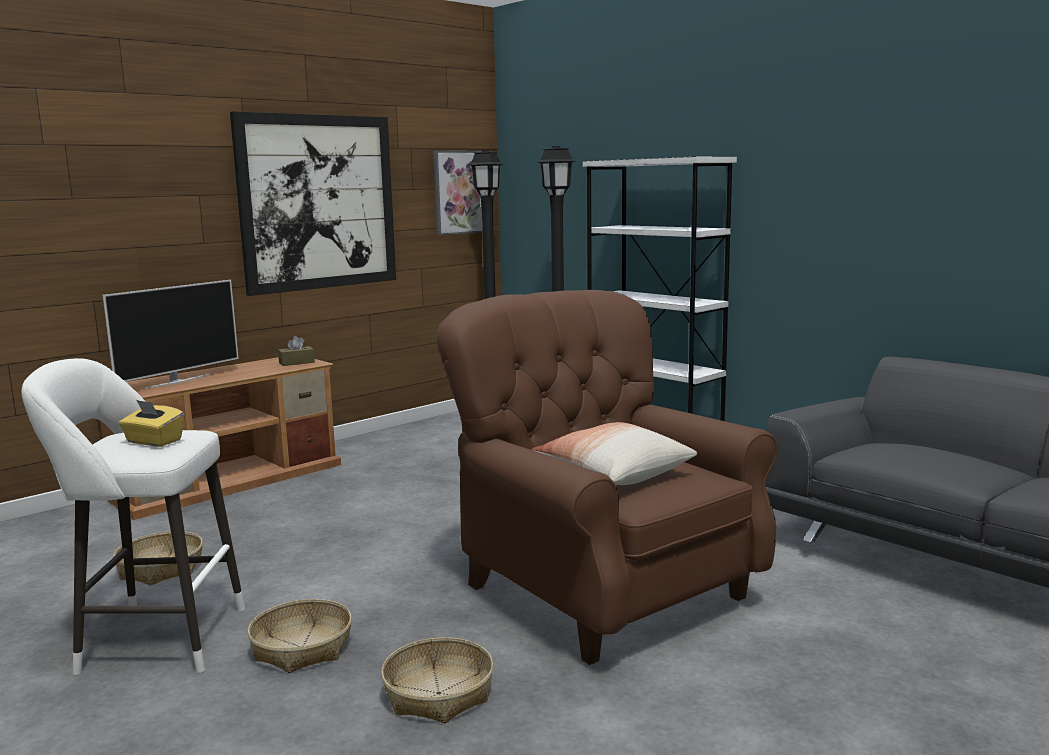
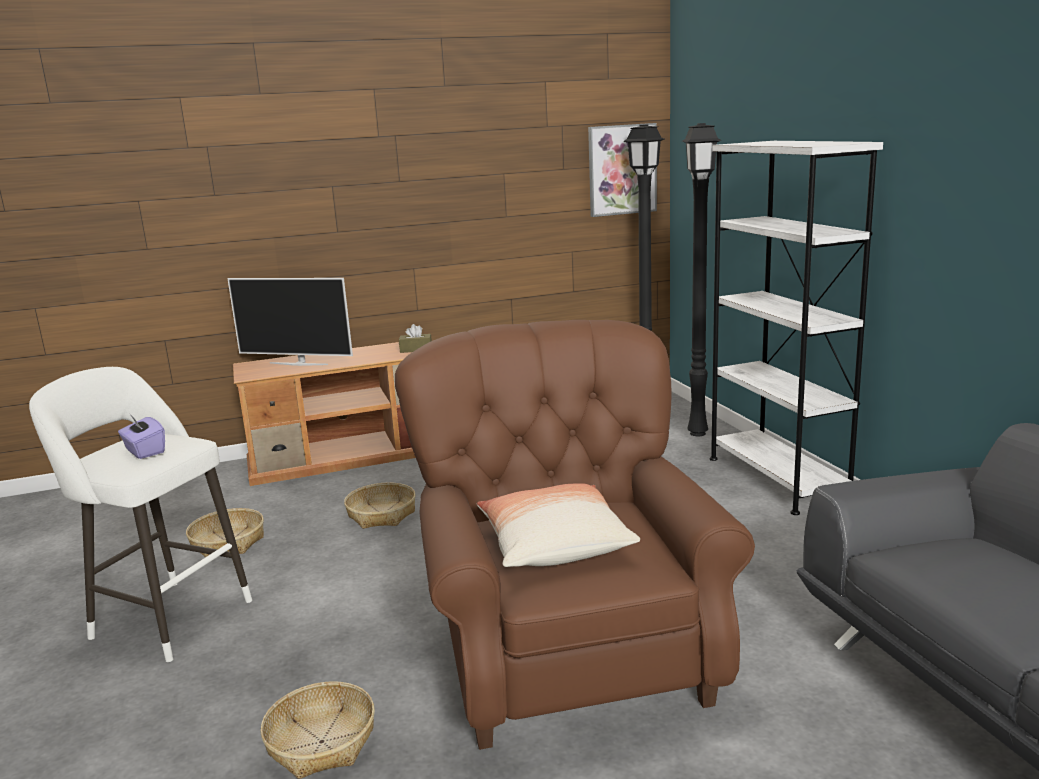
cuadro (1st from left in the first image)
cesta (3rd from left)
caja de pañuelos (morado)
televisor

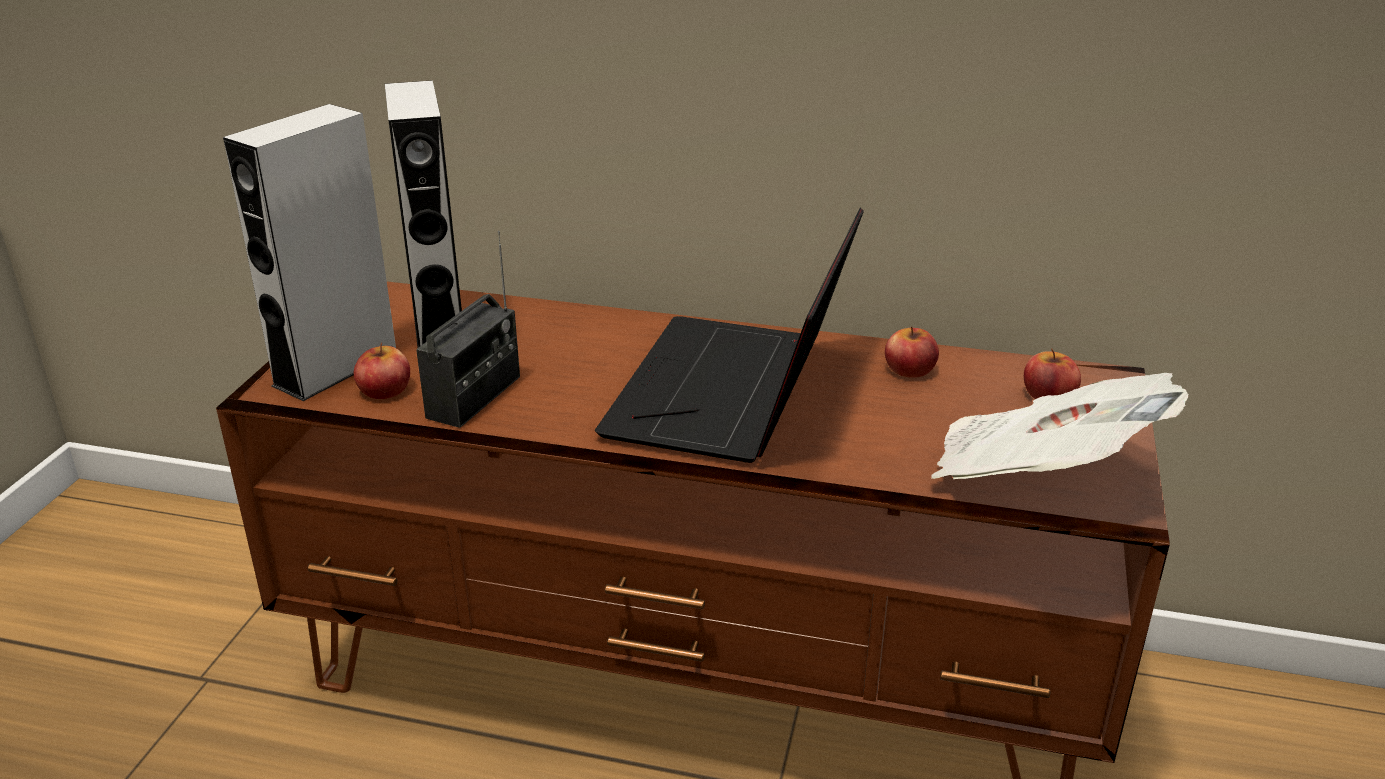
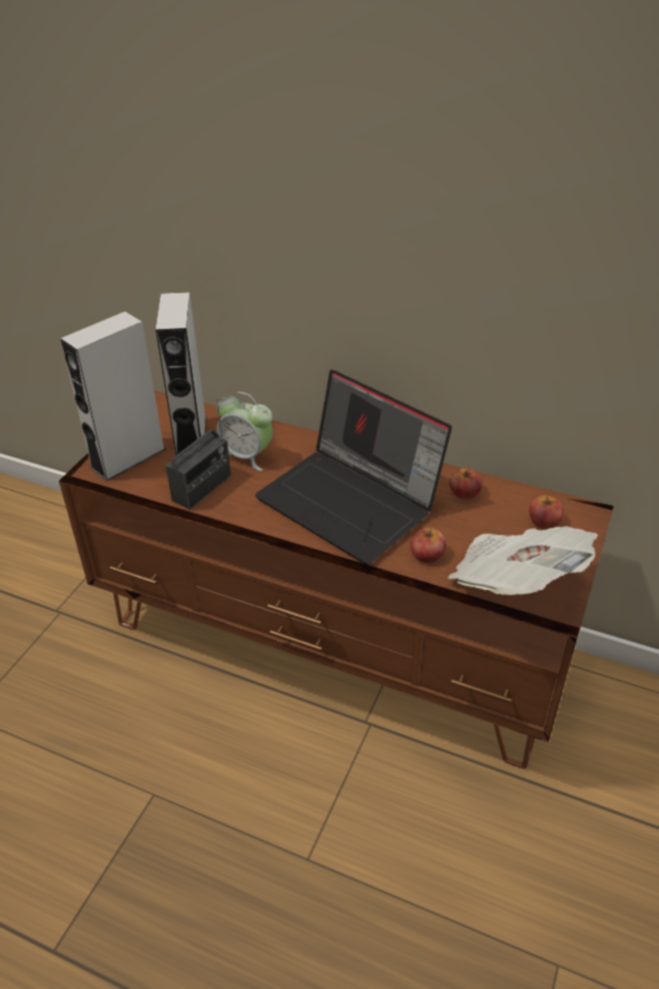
despertador
manzana (1st from left)
portátil

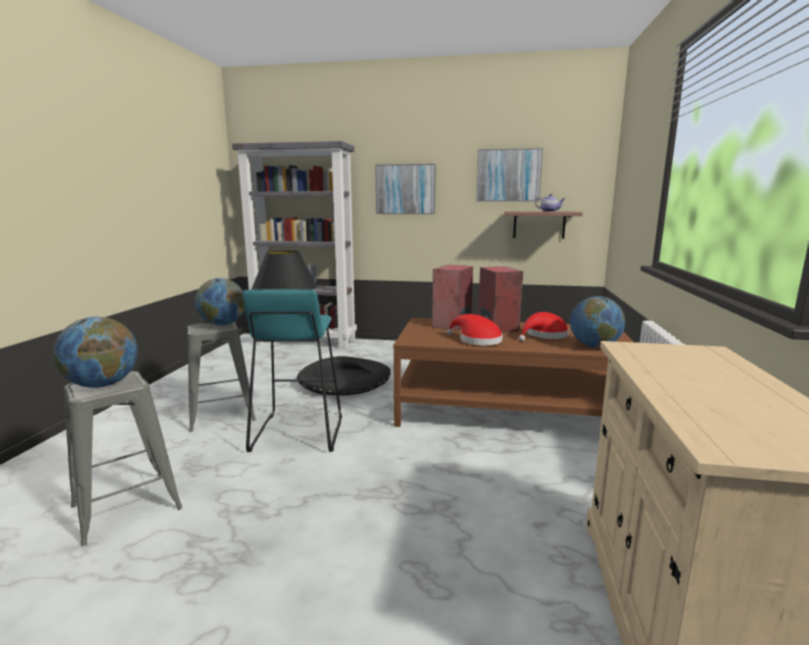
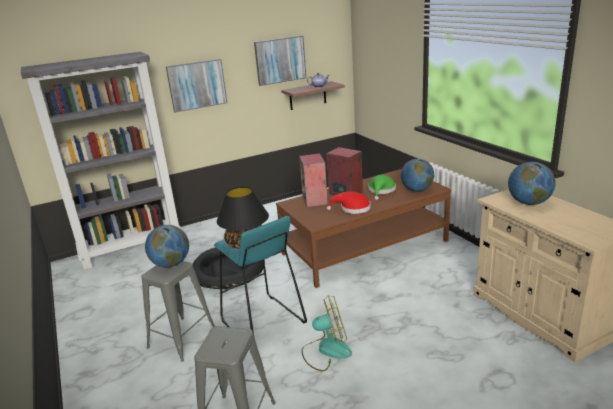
ventilador
globo terráqueo (3rd from left)
sombrero (verde)

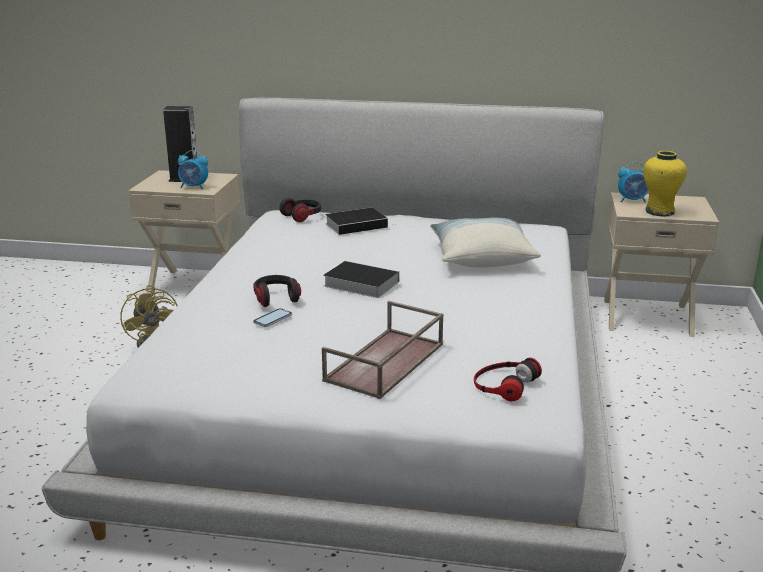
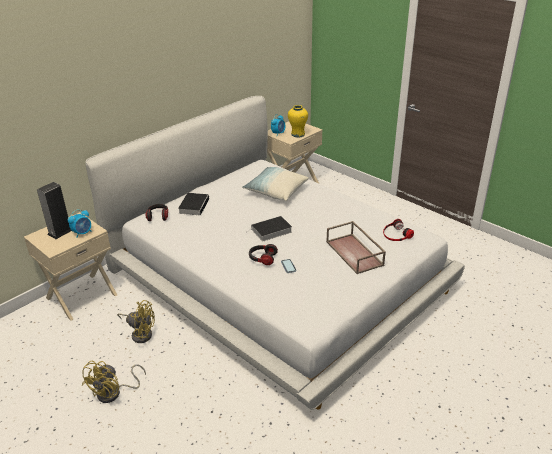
ventilador (amarillo) (1st from left)

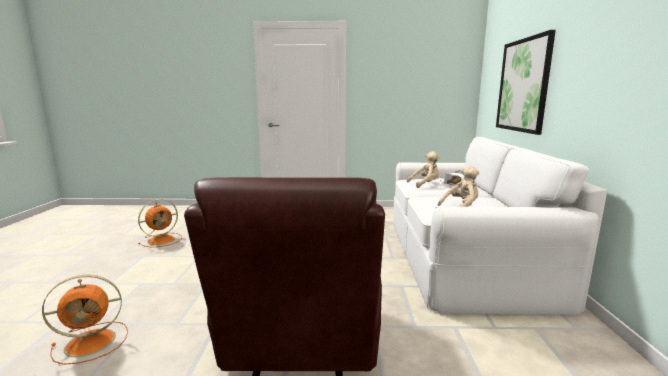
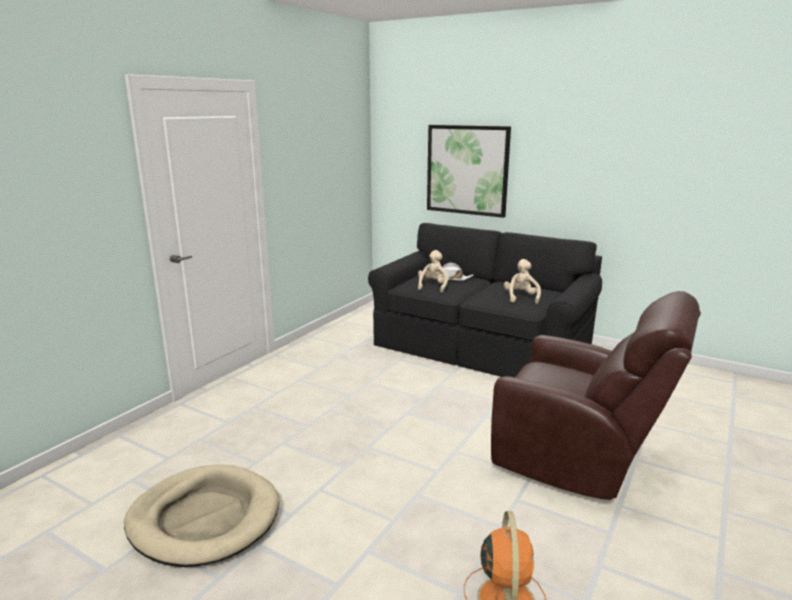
cama para perro (beis)
sofá (negro)

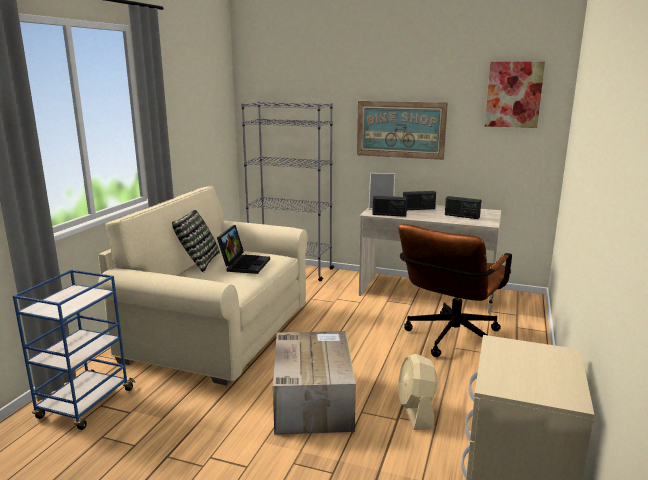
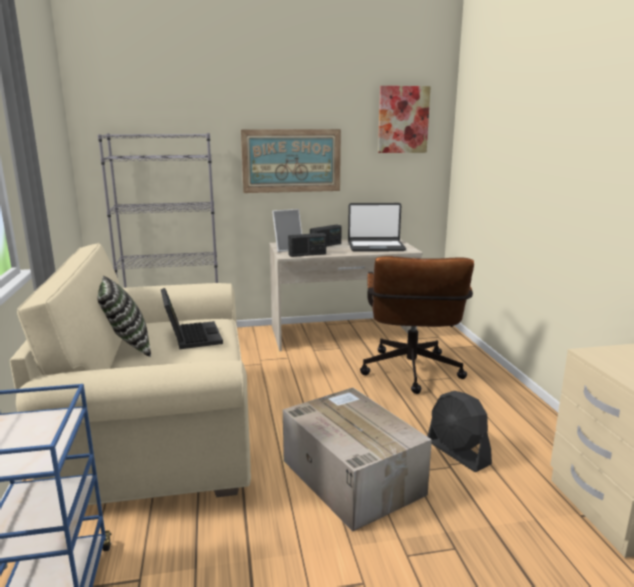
portátil (2nd from left)
ventilador (negro)

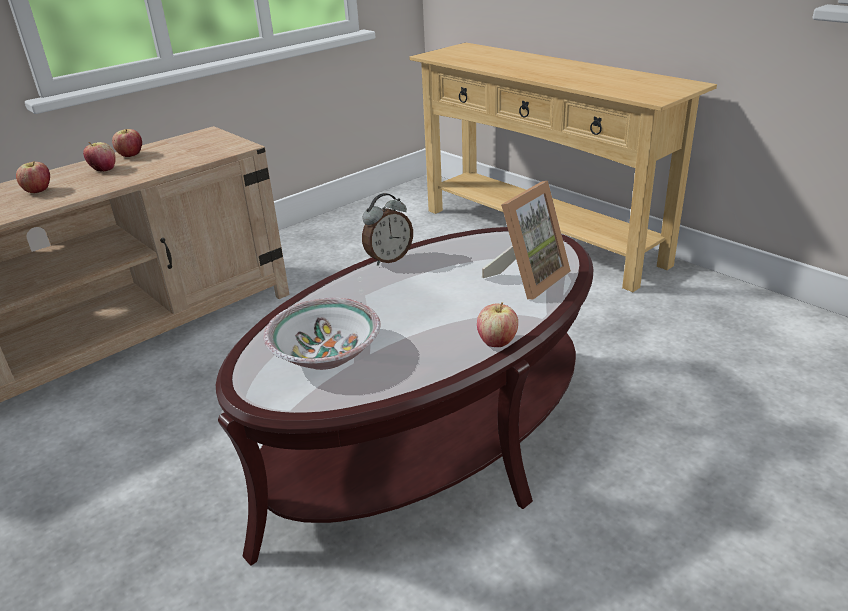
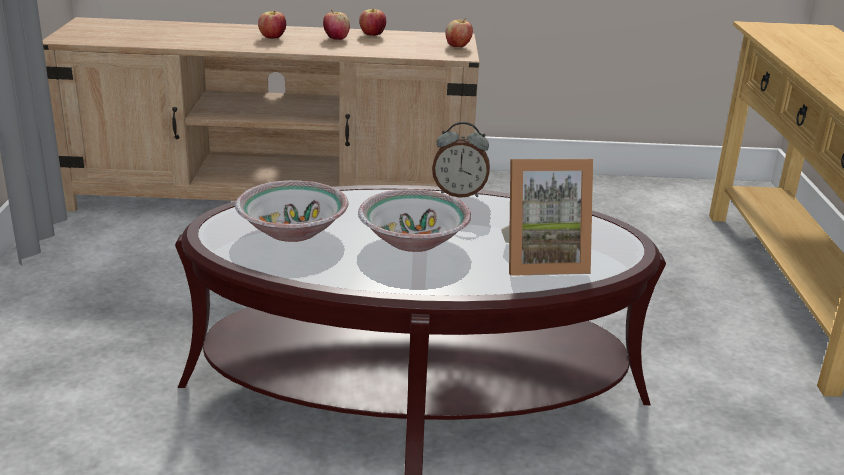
cuenco (2nd from left)
manzana (4th from left)

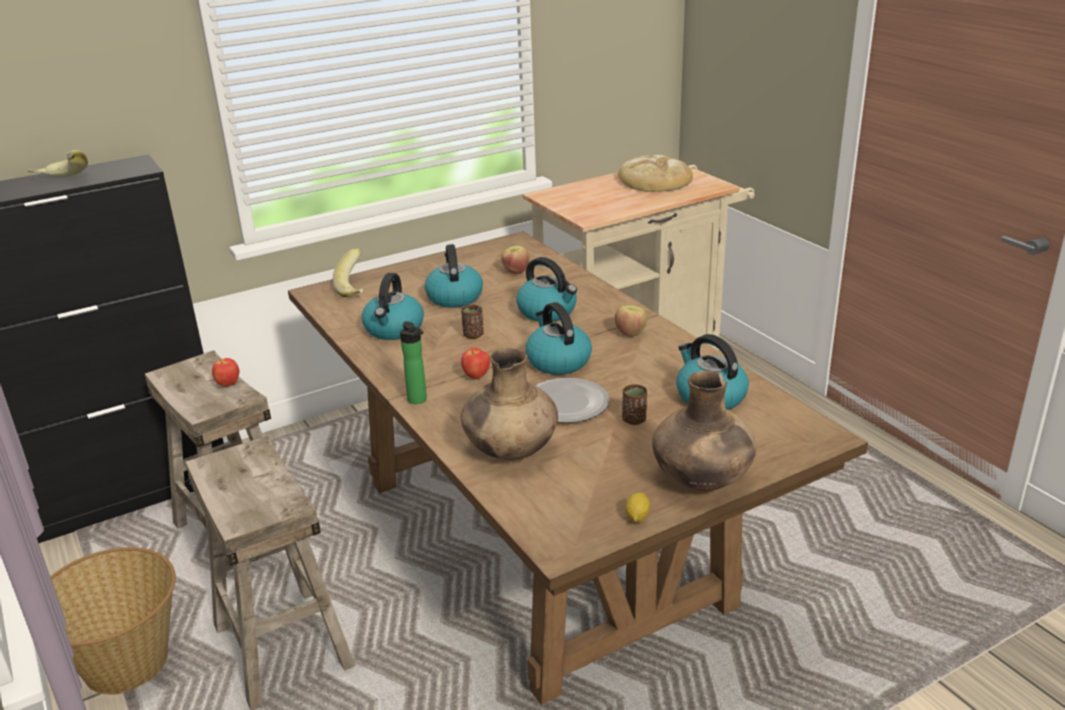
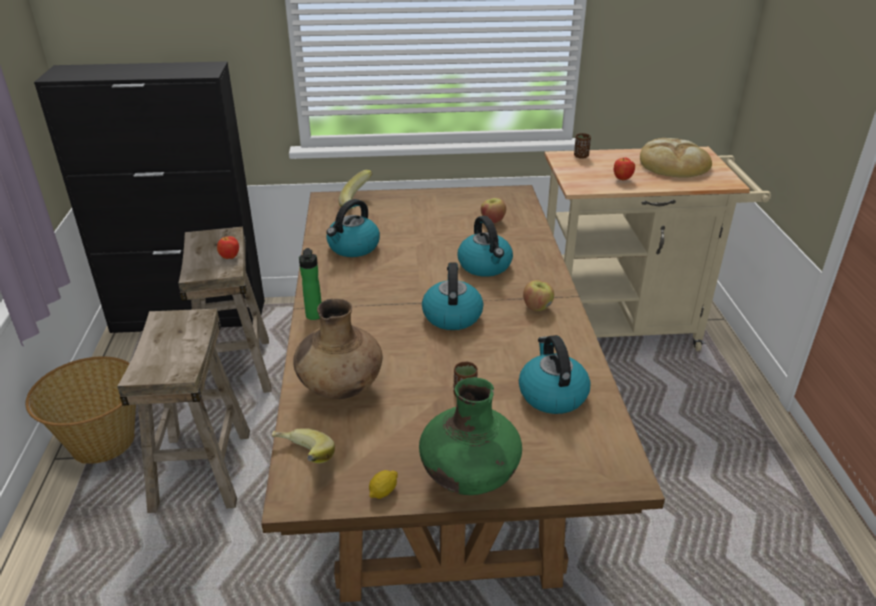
hervidor (2nd from left in the first image)
plato
plátano (1st from left)
taza (marrón) (2nd from left)
manzana (4th from left)
florero (verde)

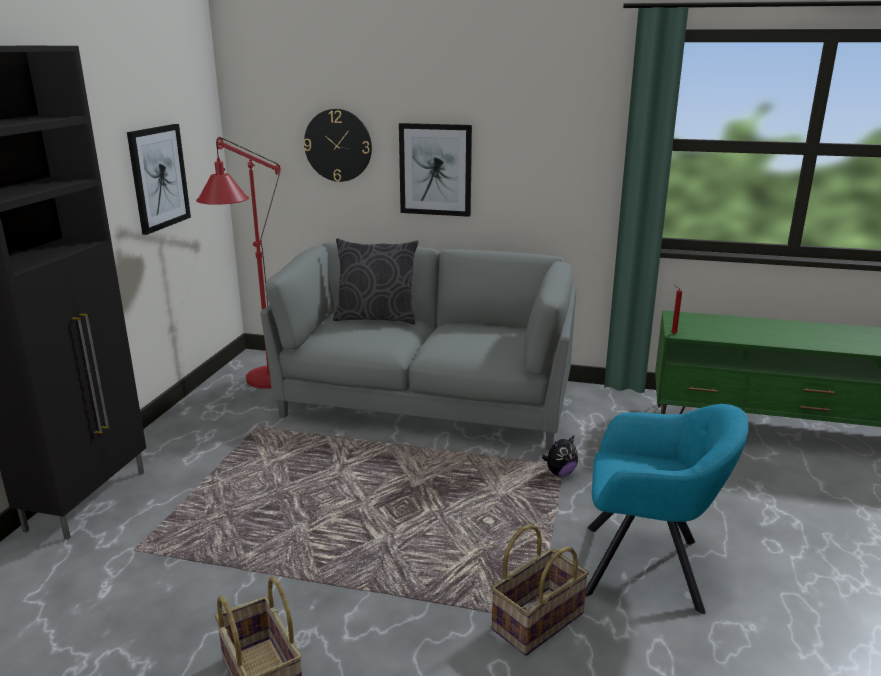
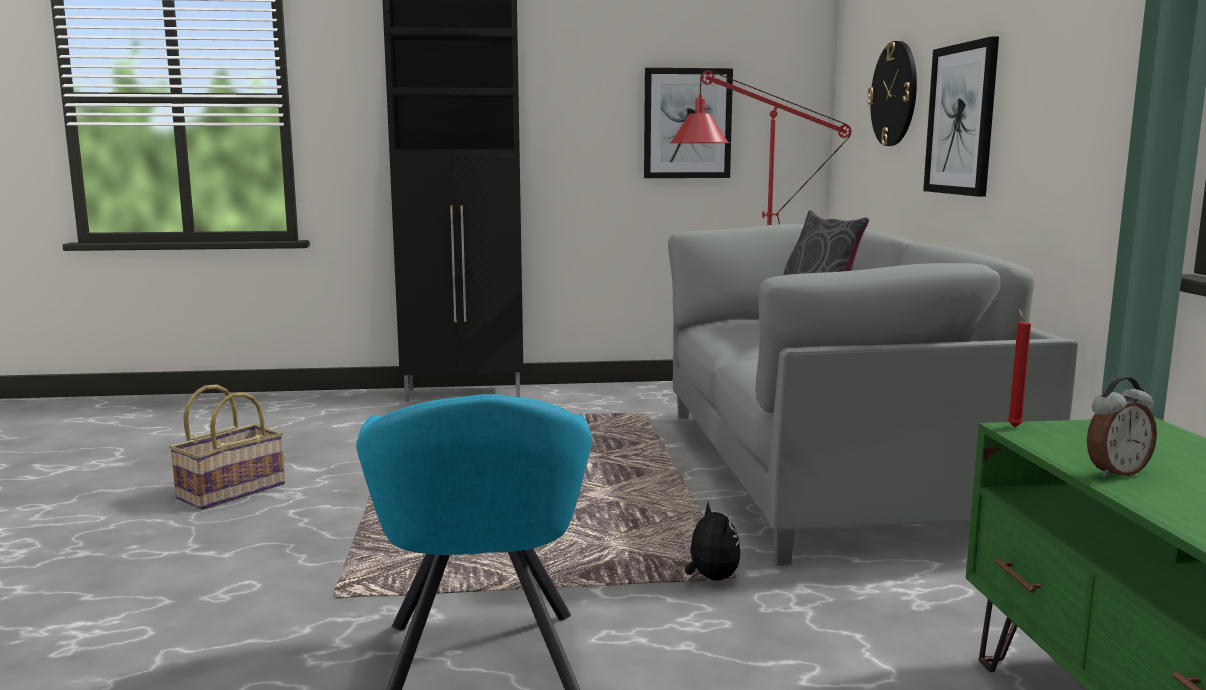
cesta (2nd from left in the first image)
despertador
peluche

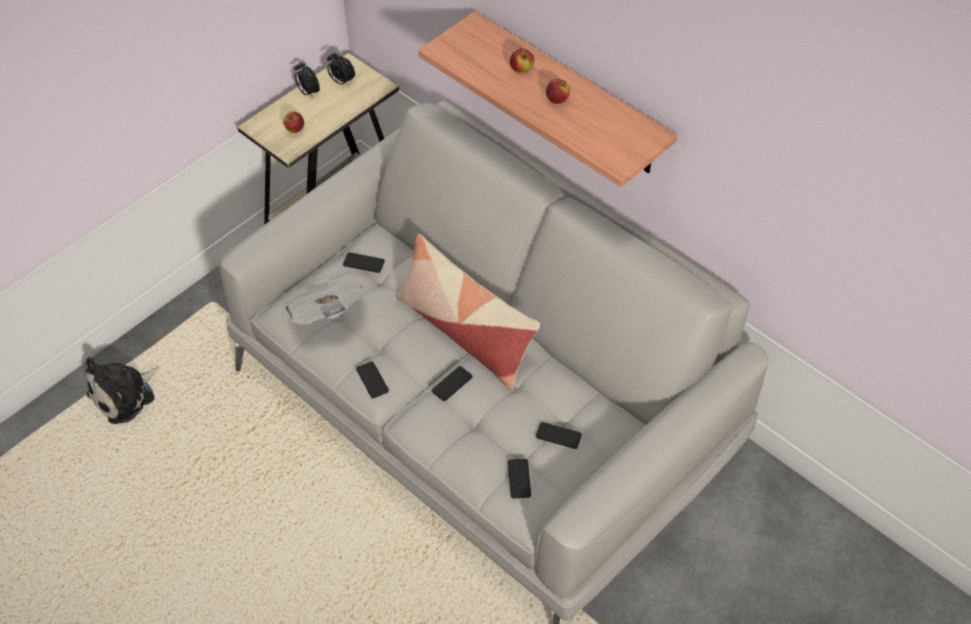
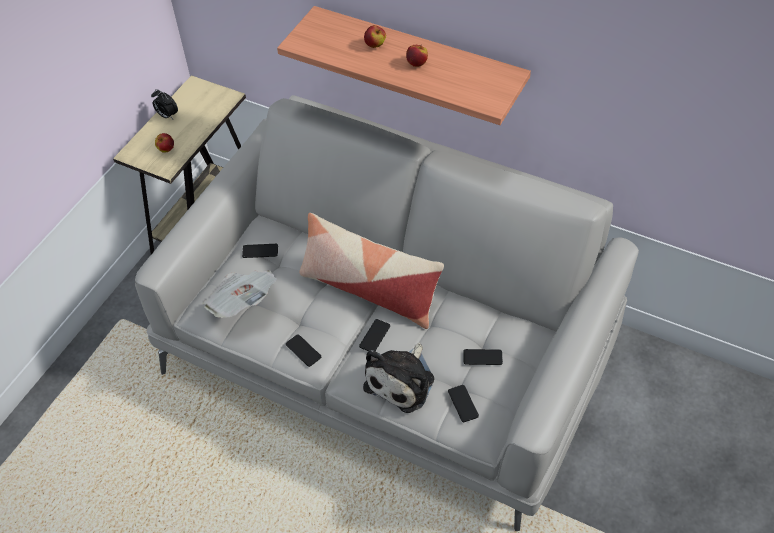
despertador (2nd from left in the first image)
peluche

